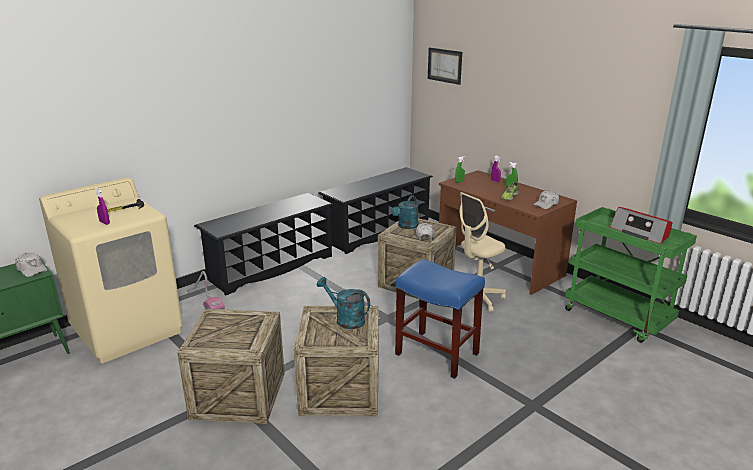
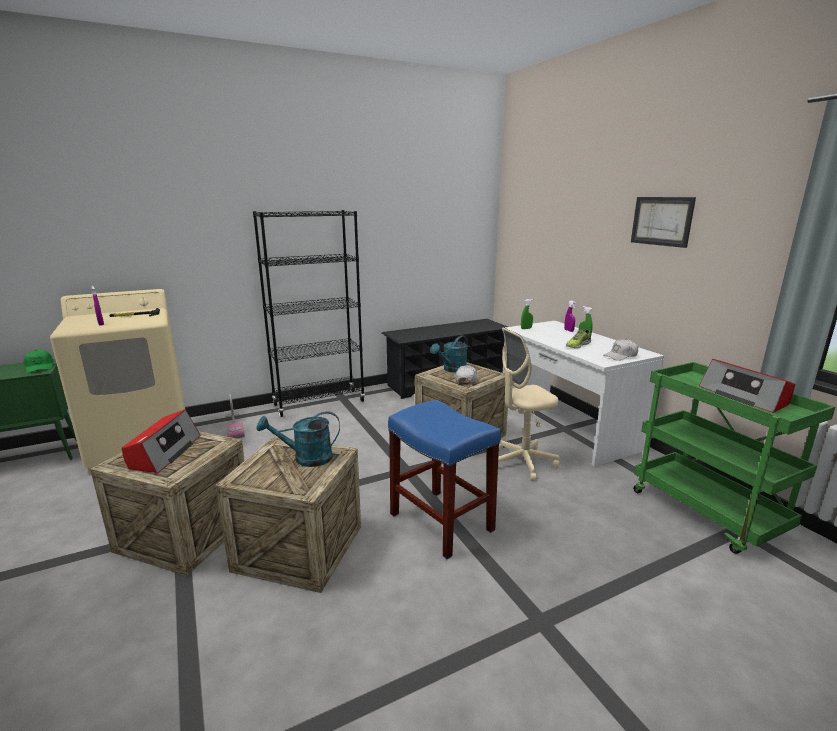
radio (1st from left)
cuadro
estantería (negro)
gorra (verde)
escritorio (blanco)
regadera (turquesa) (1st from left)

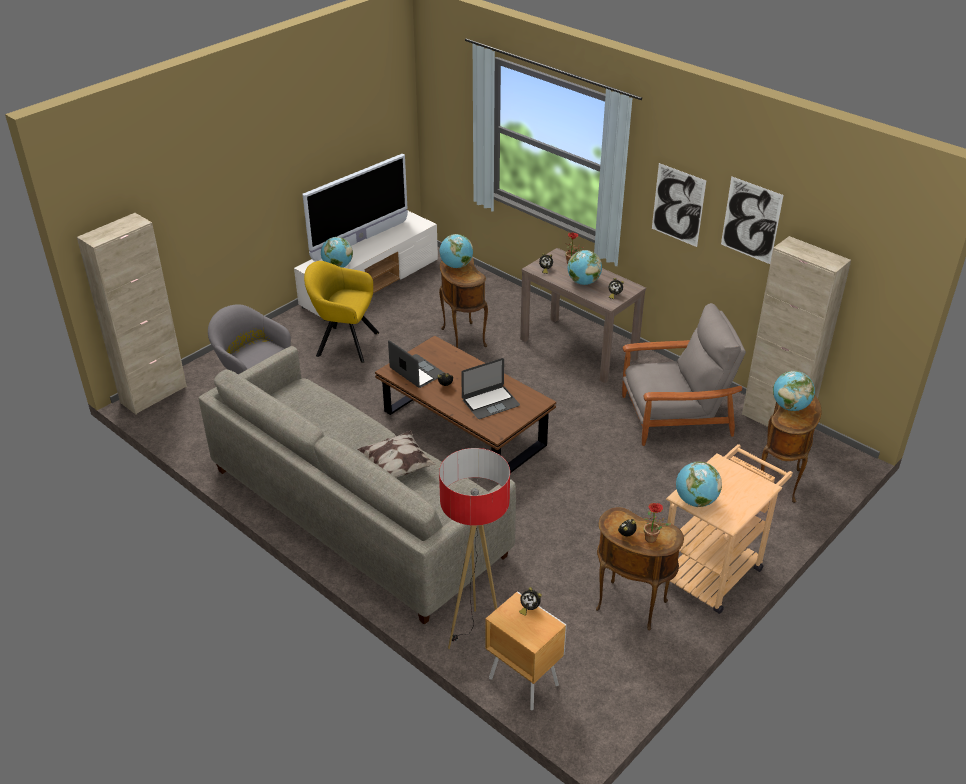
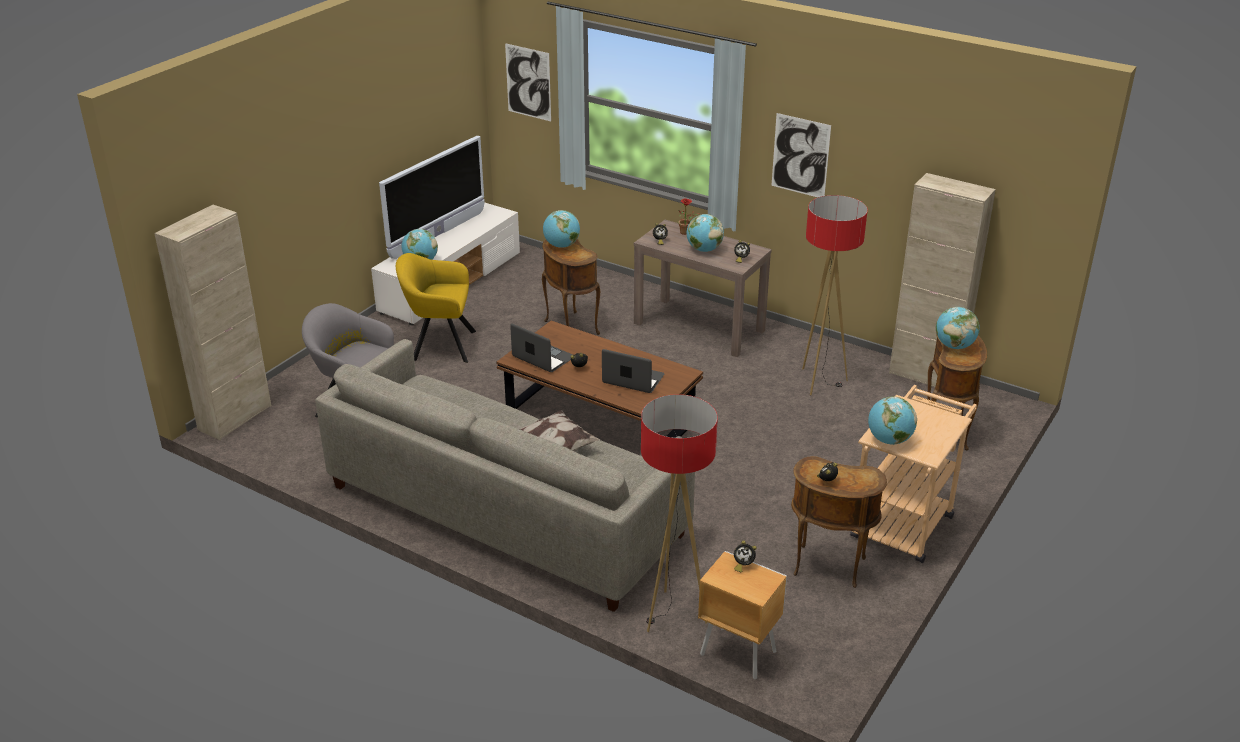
planta en maceta (2nd from left in the first image)
cuadro (1st from left)
lámpara de pie (2nd from left)
portátil (2nd from left)

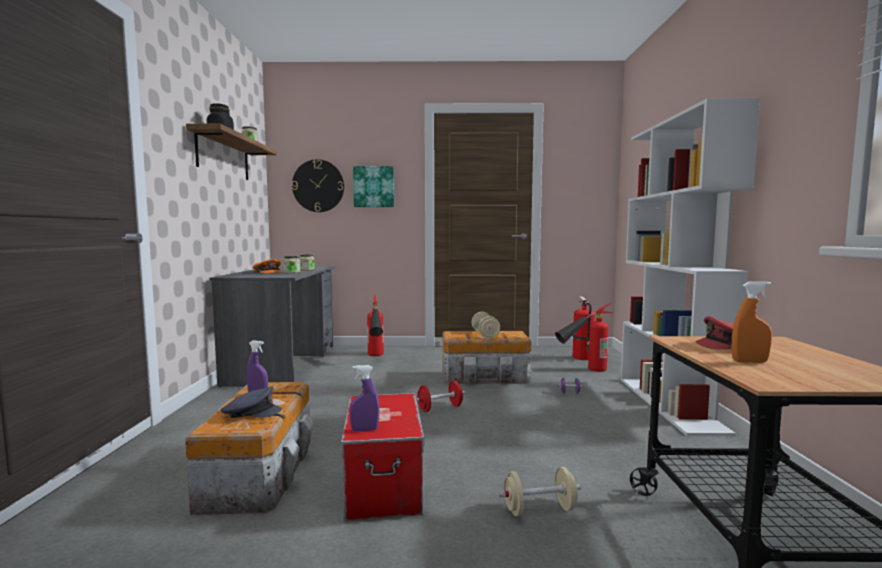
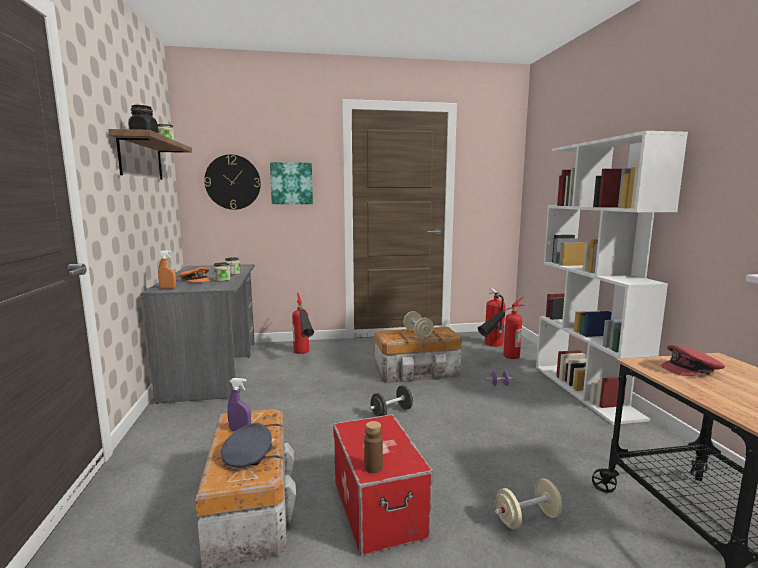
pulverizador (naranja)
botella (marrón)
mancuerna (negro)
gorra (gris)

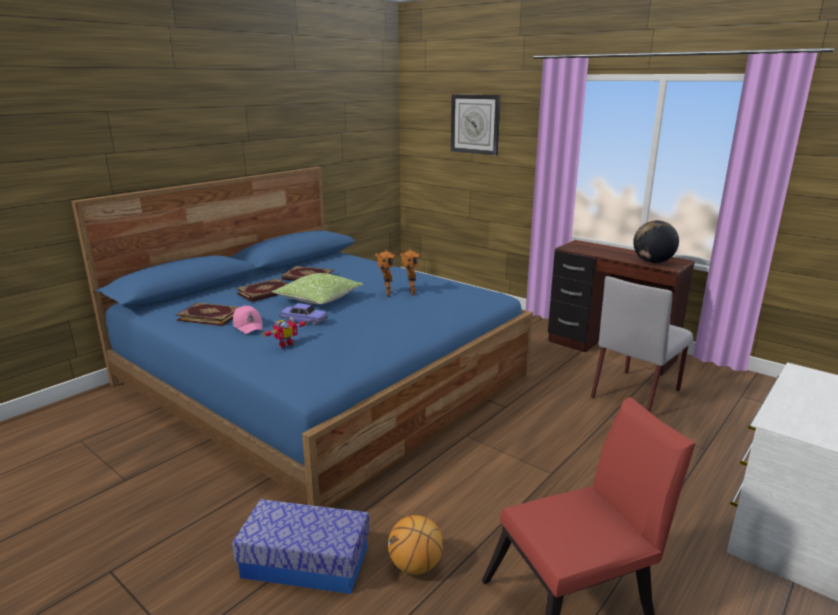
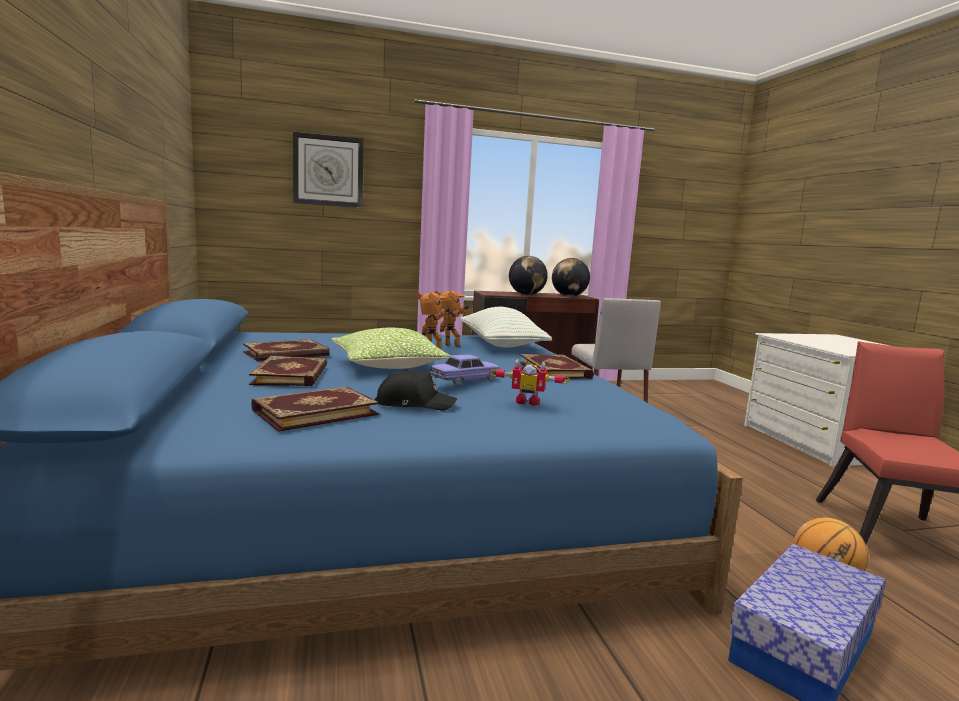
cojín (2nd from left)
globo terráqueo (1st from left)
libro (4th from left)
gorra (negro)
robot de juguete (3rd from left)

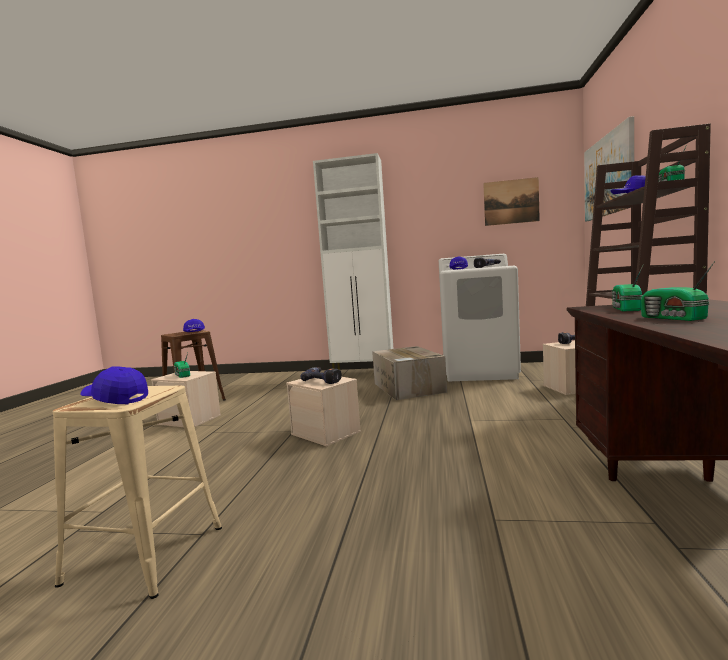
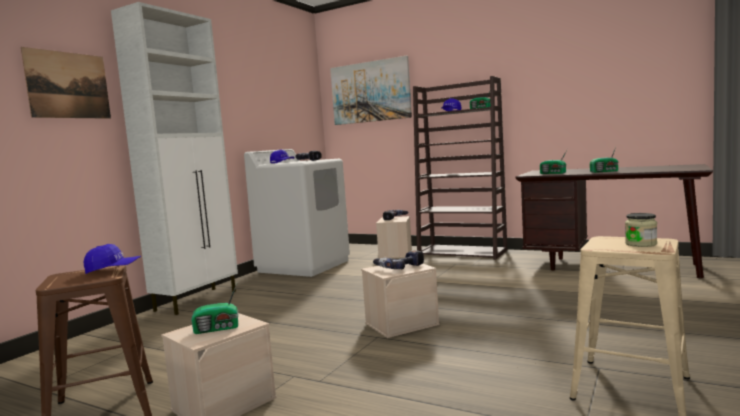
caja de cartón
cuadro (1st from left)
tarro

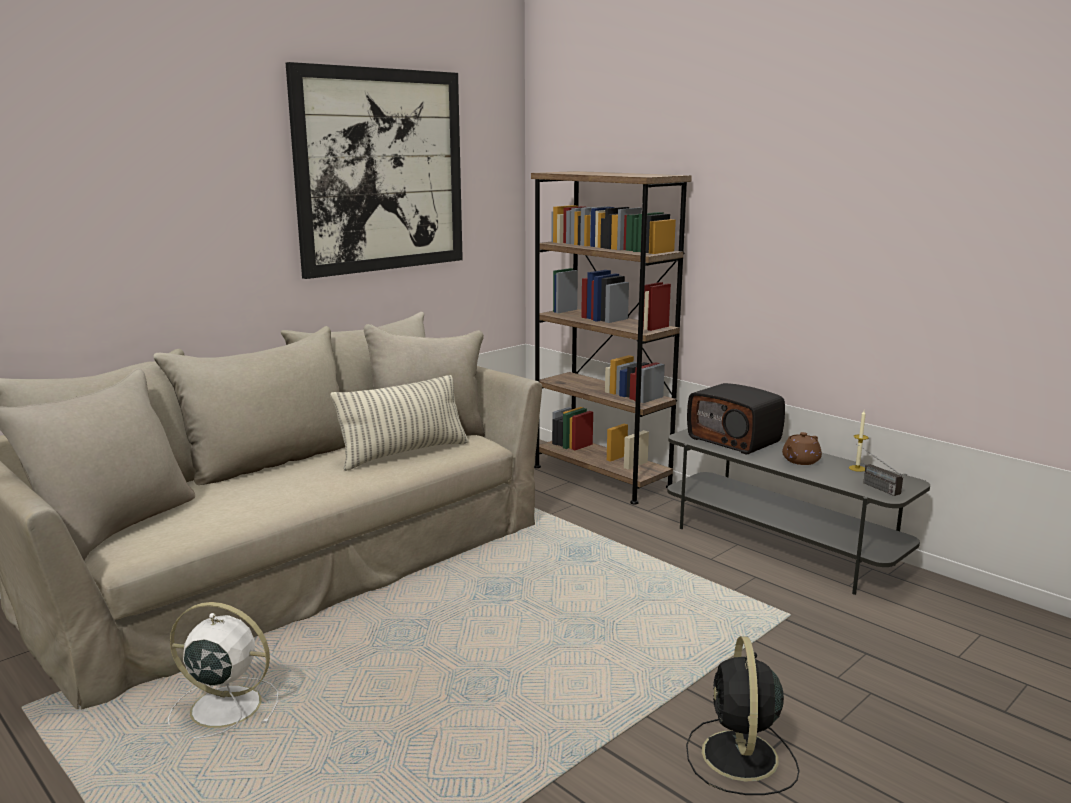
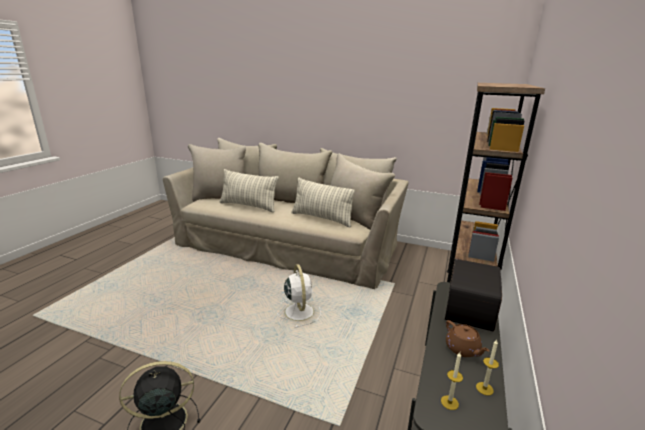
cuadro
cojín (1st from left)
ventilador (blanco)
vela (1st from left)
tetera (marrón)

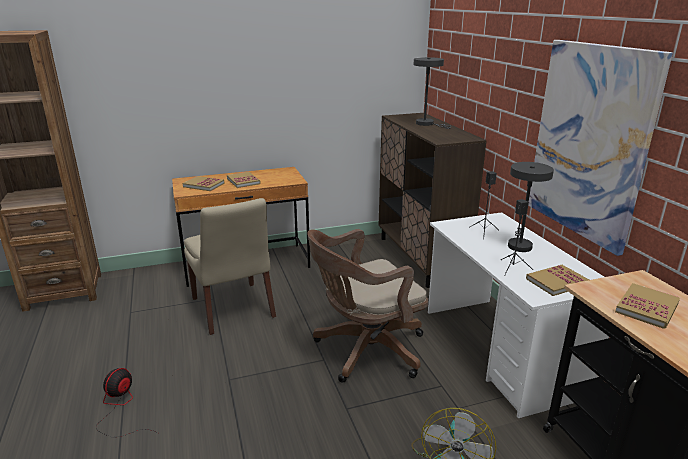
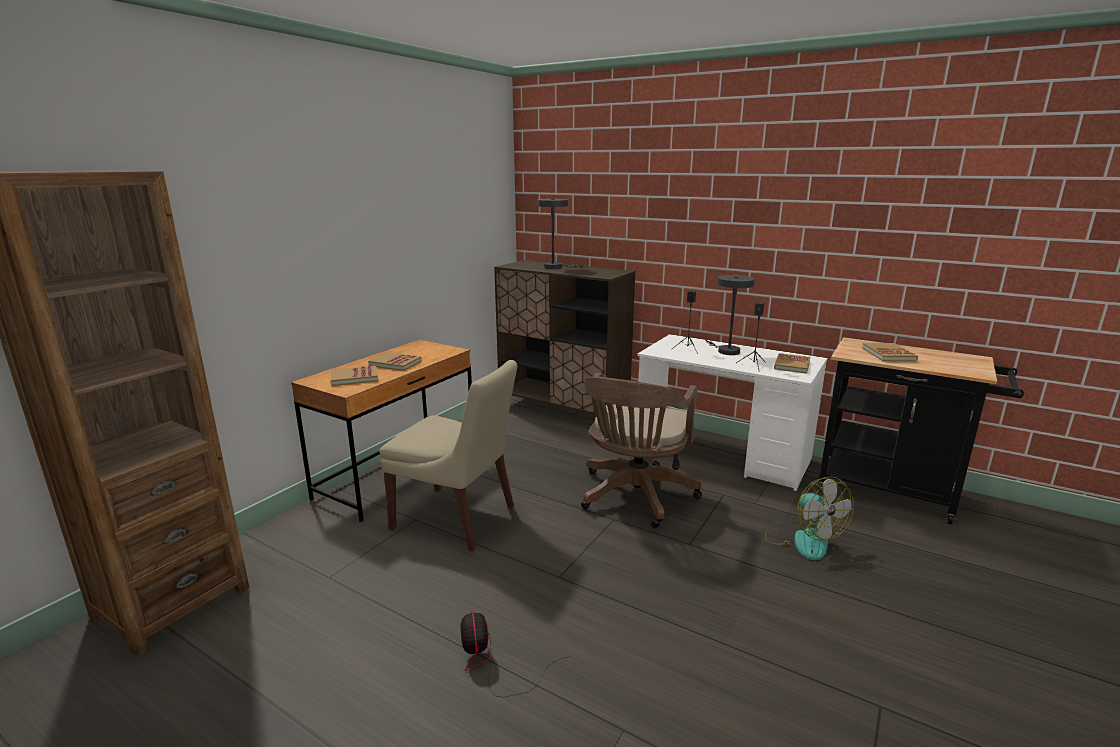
cuadro

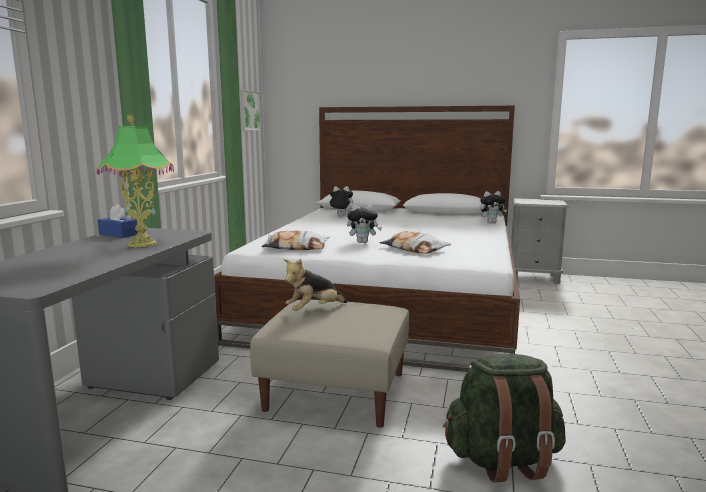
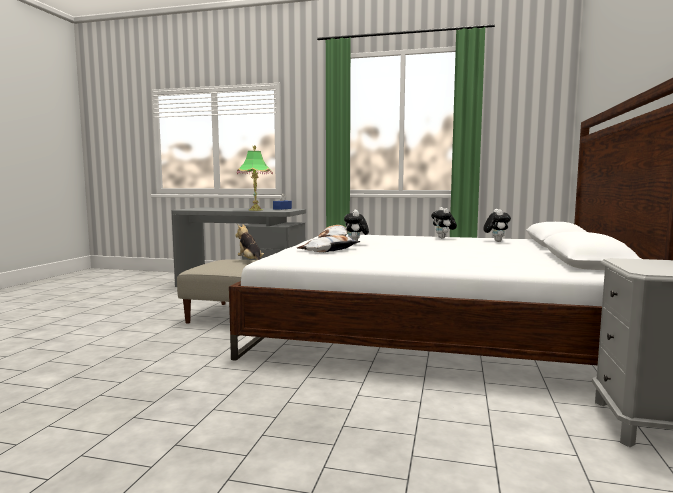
cuadro
mochila (verde)
peluche (3rd from left)

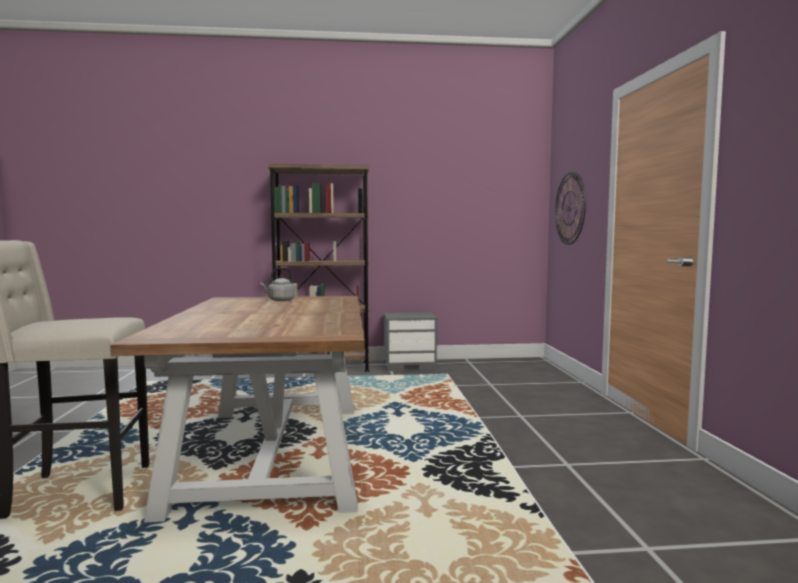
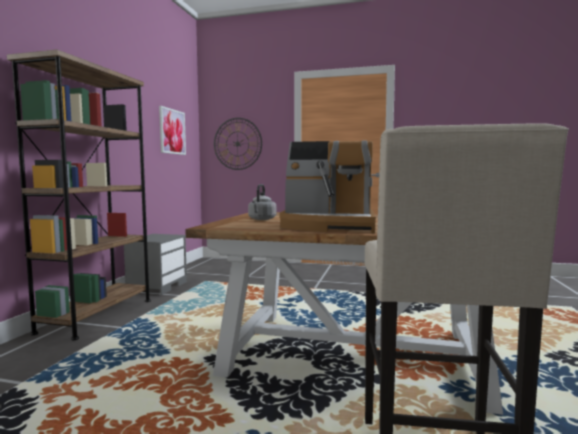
cuadro
cafetera

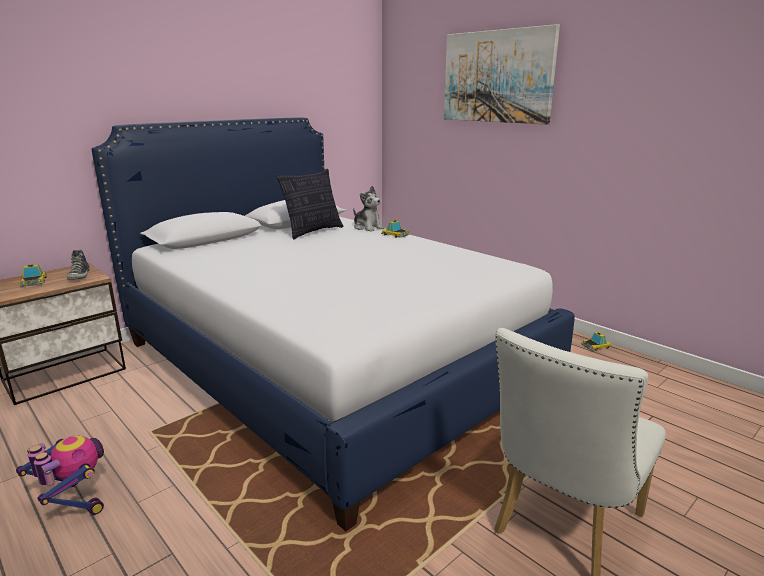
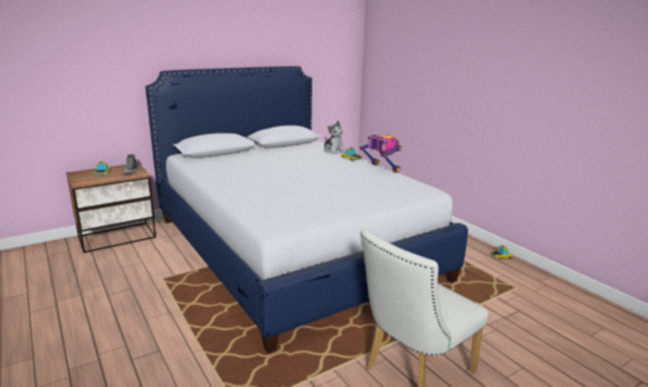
cojín
cuadro
robot de juguete

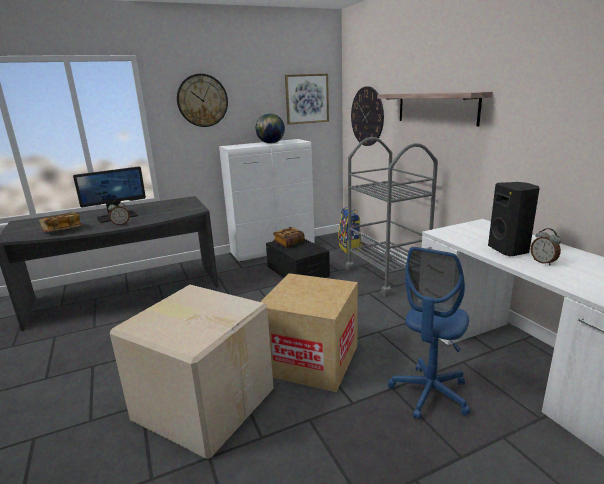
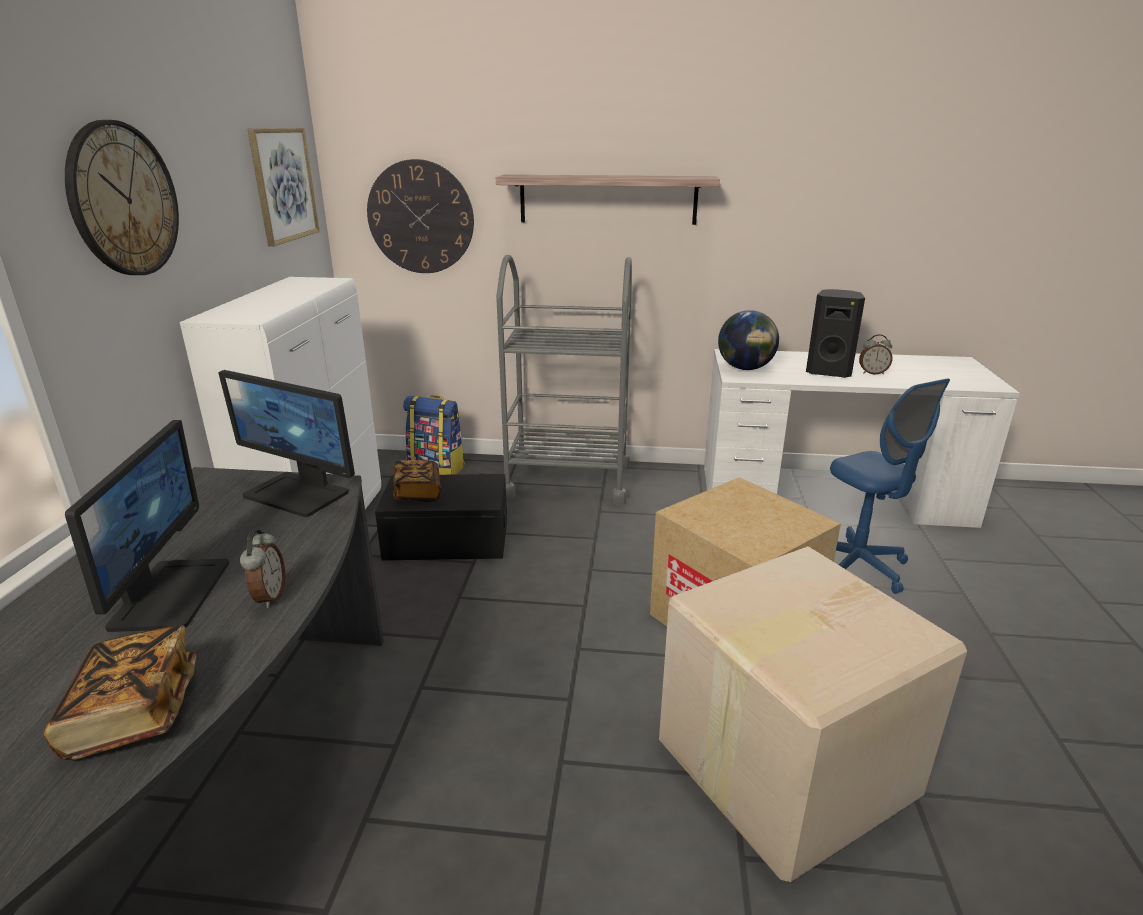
monitor (2nd from left)
globo terráqueo

